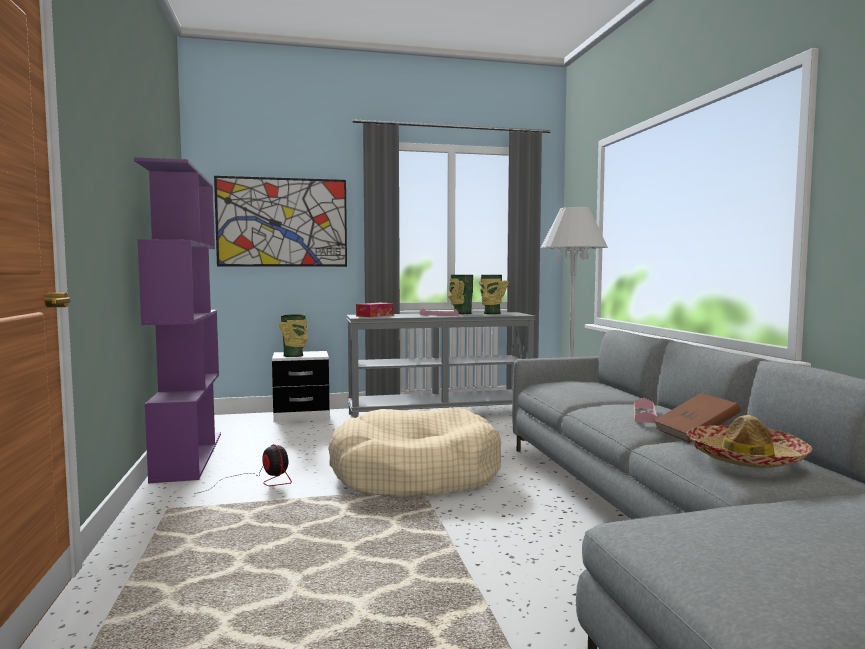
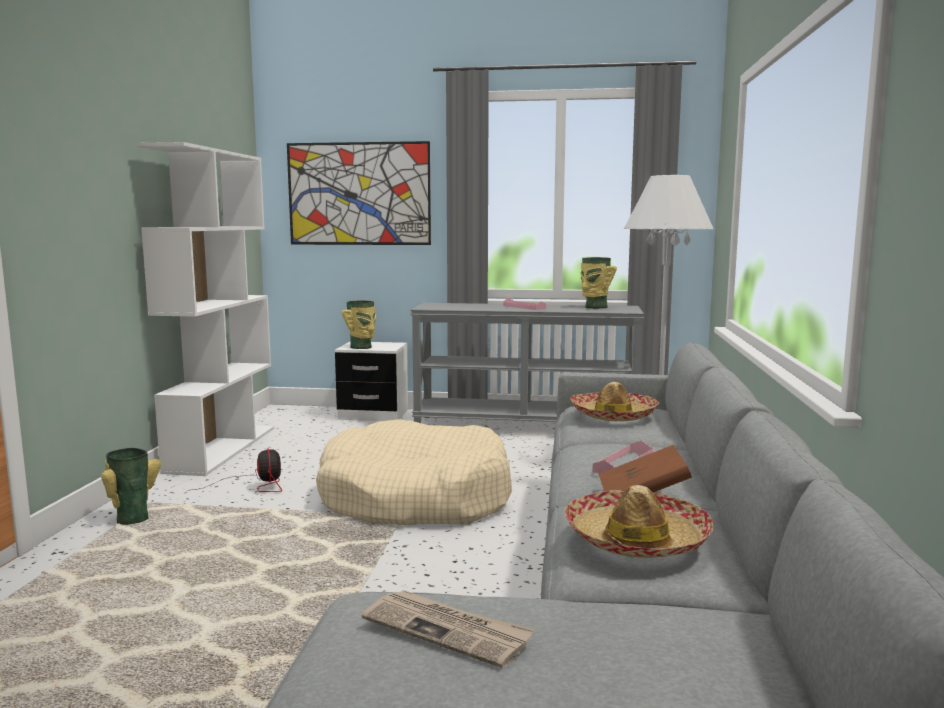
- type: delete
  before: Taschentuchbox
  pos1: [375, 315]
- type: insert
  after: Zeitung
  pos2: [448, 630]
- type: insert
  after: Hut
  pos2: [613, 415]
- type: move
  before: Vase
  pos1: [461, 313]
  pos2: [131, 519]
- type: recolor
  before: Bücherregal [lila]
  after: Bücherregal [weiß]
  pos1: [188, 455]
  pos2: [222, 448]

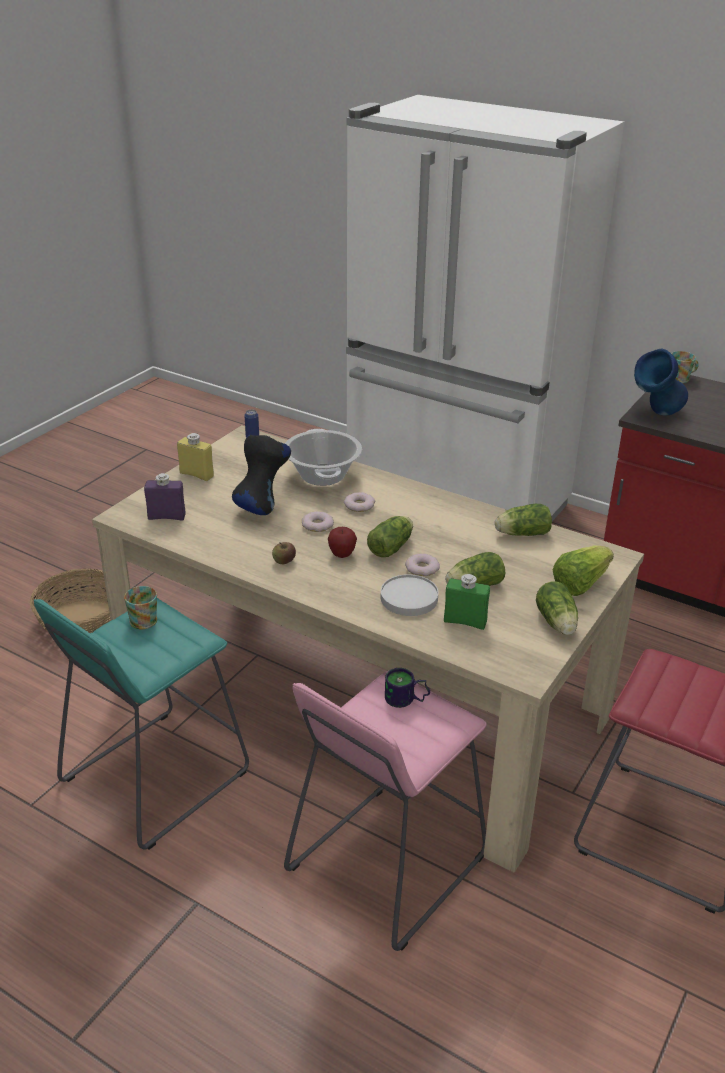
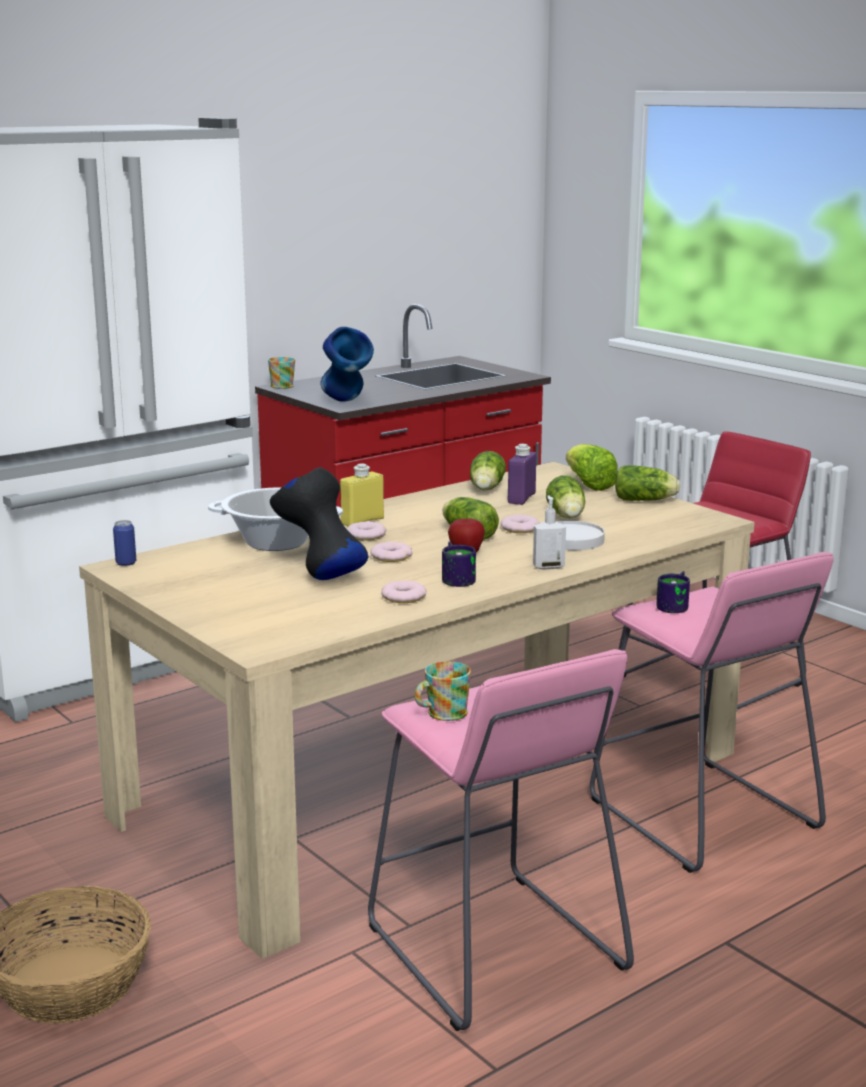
- type: delete
  before: Flasche [grün]
  pos1: [465, 621]
- type: insert
  after: Donut
  pos2: [403, 597]
- type: insert
  after: Seifenspender
  pos2: [548, 566]
- type: move
  before: Flasche [lila]
  pos1: [166, 517]
  pos2: [521, 498]
- type: move
  before: Flasche [gelb]
  pos1: [196, 474]
  pos2: [362, 521]
- type: replace
  before: Apfel
  after: Henkelbecher
  pos1: [284, 561]
  pos2: [457, 578]
- type: recolor
  before: Hocker [türkis]
  after: Hocker [rosa]
  pos1: [155, 777]
  pos2: [494, 949]

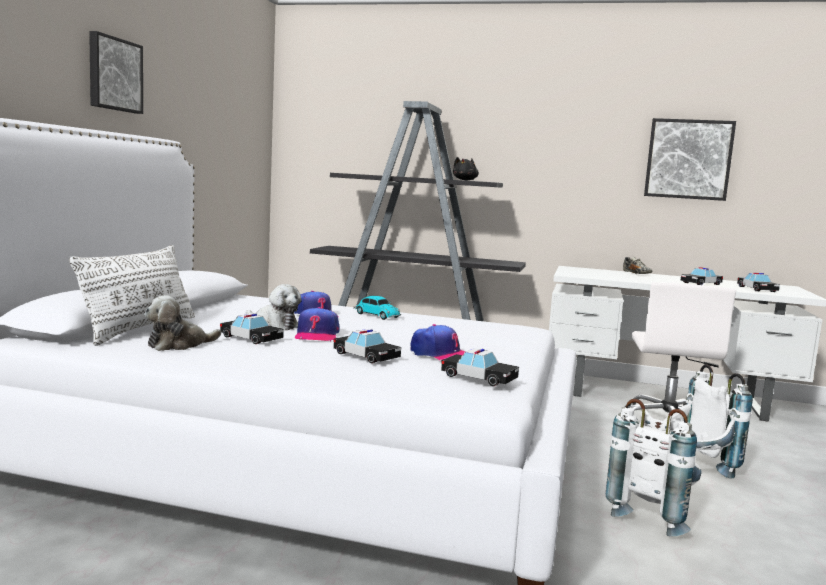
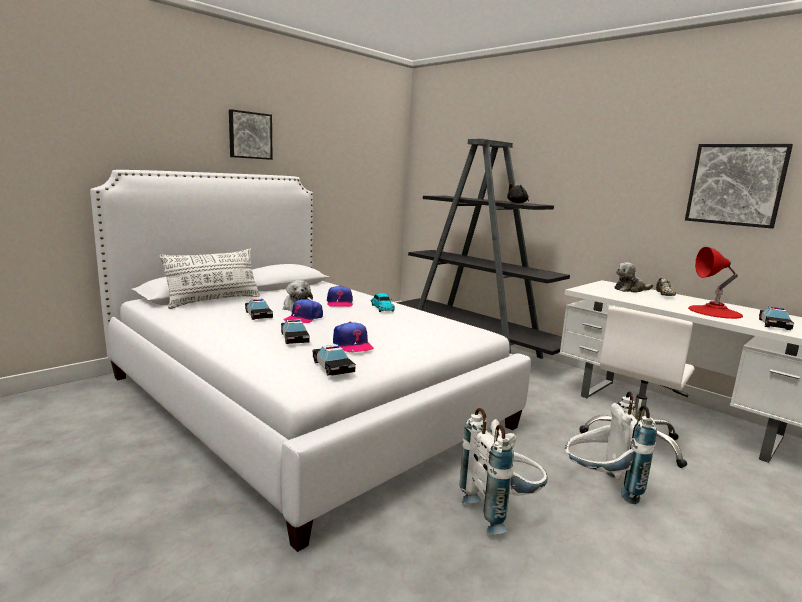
- type: move
  before: Plüschtier
  pos1: [179, 345]
  pos2: [630, 290]
- type: replace
  before: Spielzeugauto
  after: Tischlampe [rot]
  pos1: [701, 283]
  pos2: [714, 312]

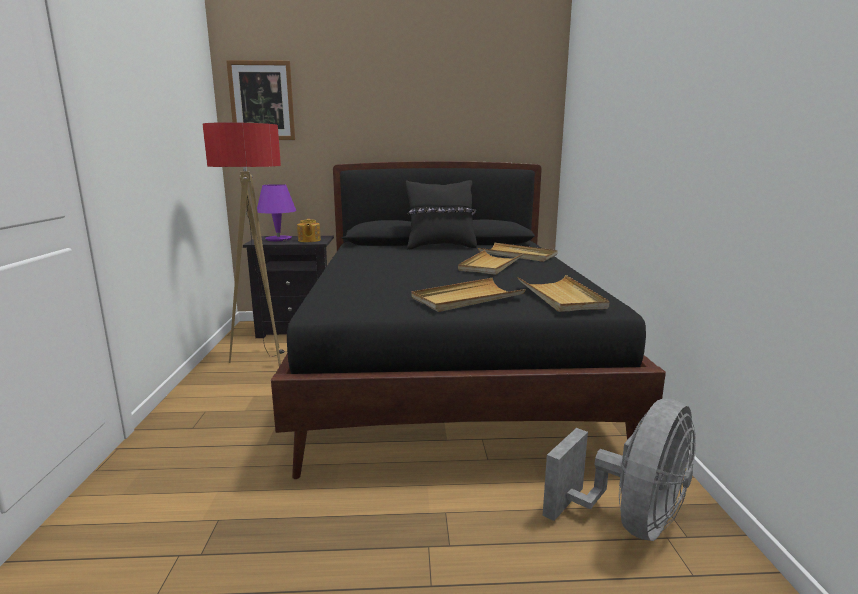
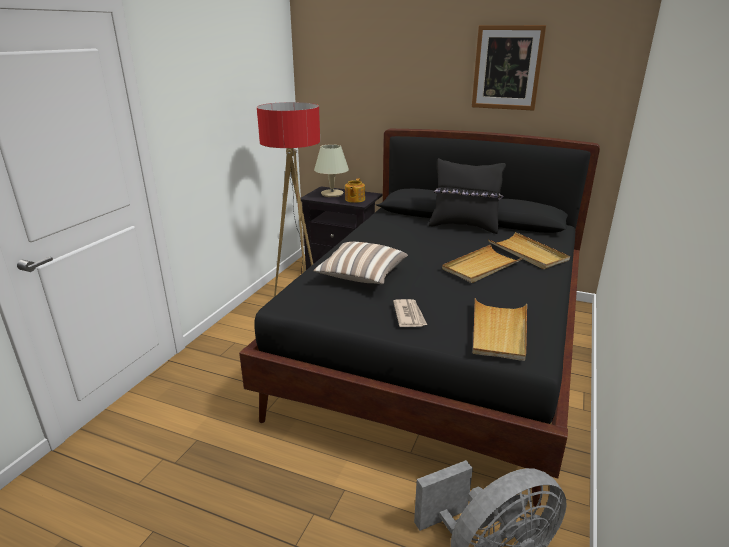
- type: insert
  after: Kissen
  pos2: [361, 276]
- type: move
  before: Bild
  pos1: [262, 101]
  pos2: [507, 68]
- type: replace
  before: Tablett [beige]
  after: Zeitung
  pos1: [467, 298]
  pos2: [409, 315]
- type: recolor
  before: Tischlampe [lila]
  after: Tischlampe [beige]
  pos1: [278, 239]
  pos2: [332, 194]

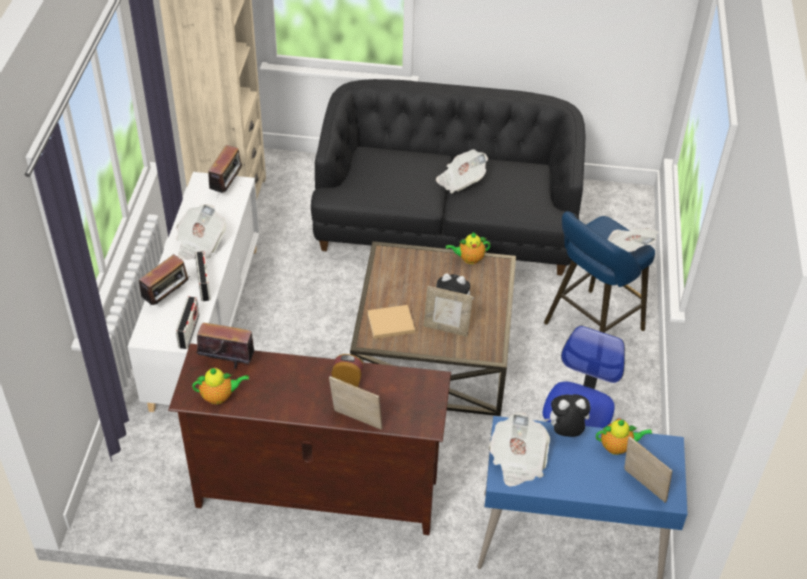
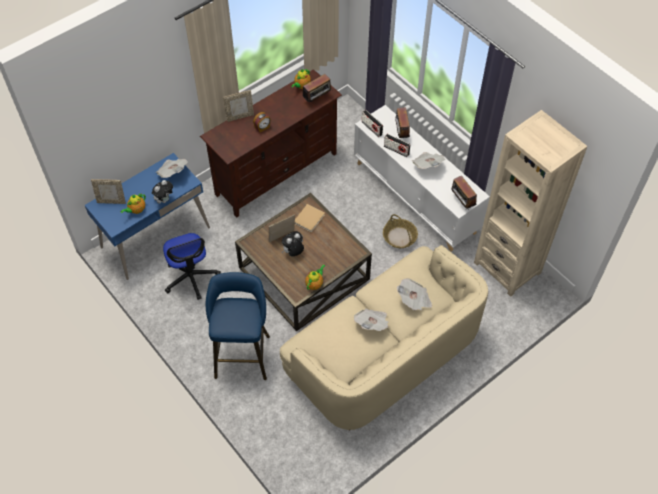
- type: insert
  after: Korb
  pos2: [399, 237]
- type: move
  before: Zeitung
  pos1: [627, 249]
  pos2: [414, 300]
- type: recolor
  before: Sofa [schwarz]
  after: Sofa [beige]
  pos1: [446, 225]
  pos2: [384, 354]

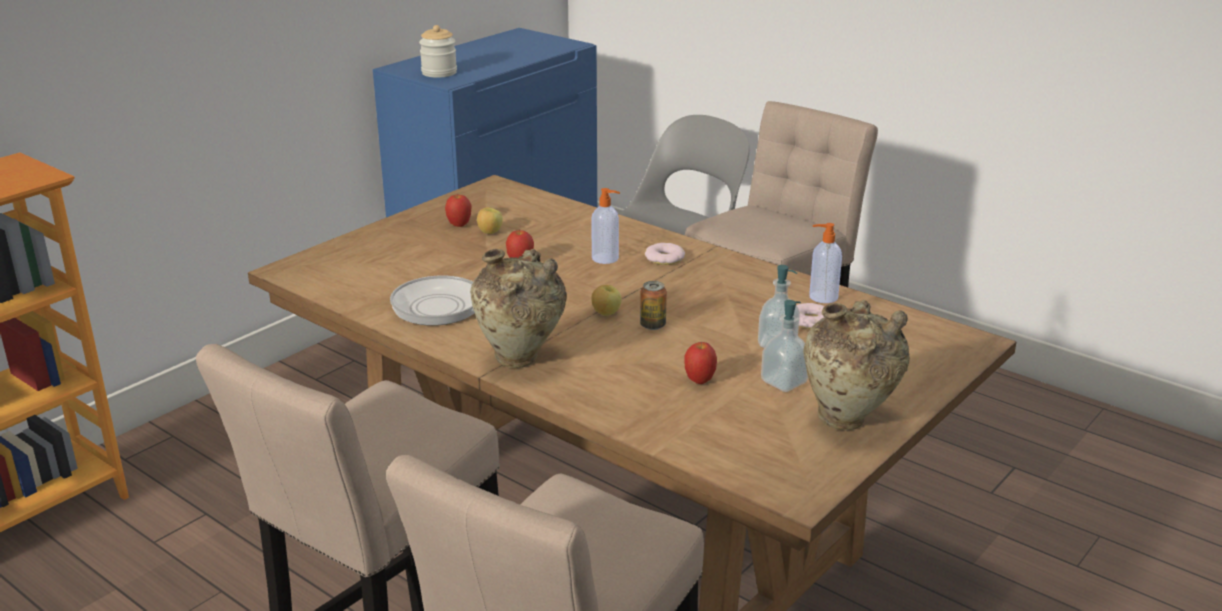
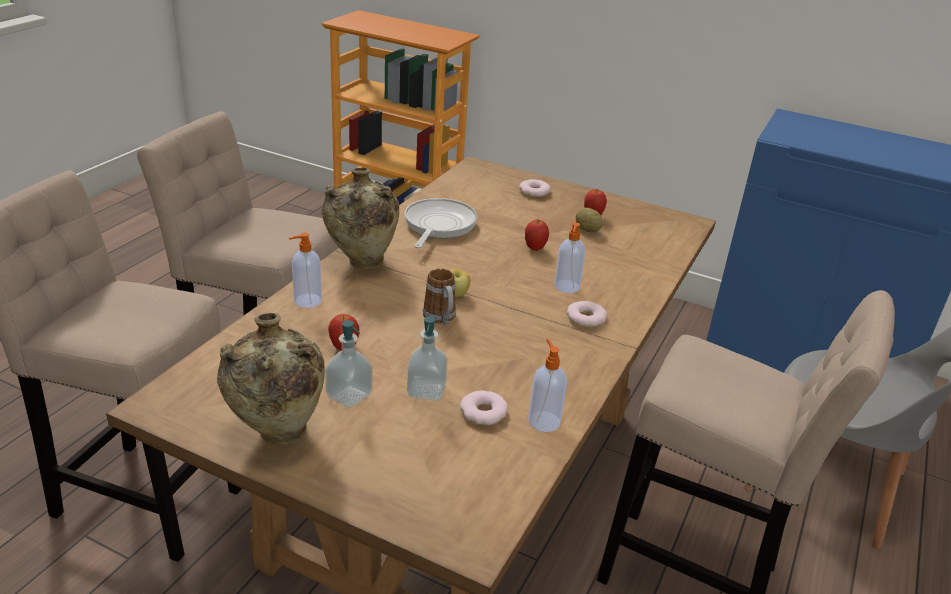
- type: delete
  before: Vorratsglas
  pos1: [439, 73]
- type: insert
  after: Seifenspender
  pos2: [306, 301]
- type: insert
  after: Donut
  pos2: [534, 192]
- type: replace
  before: Apfel
  after: Kartoffel
  pos1: [489, 232]
  pos2: [587, 230]
- type: replace
  before: Dose
  after: Henkelbecher
  pos1: [653, 325]
  pos2: [441, 319]

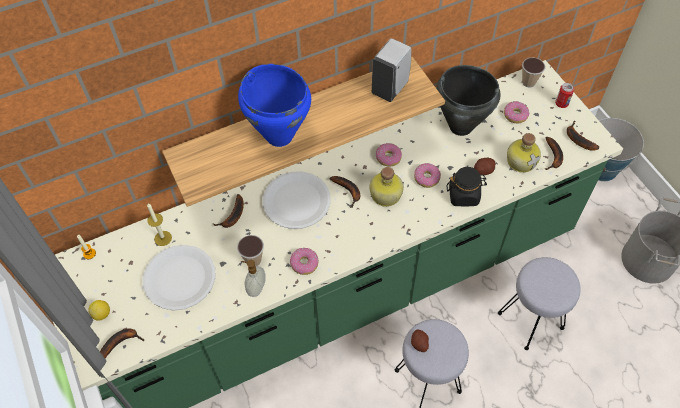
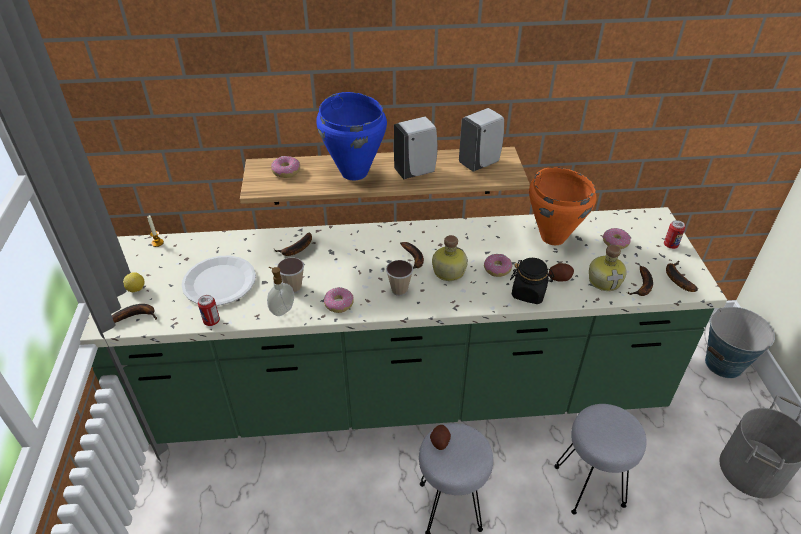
- type: delete
  before: Kerze
  pos1: [163, 238]
- type: delete
  before: Teller [weiß]
  pos1: [296, 201]
- type: insert
  after: Dose
  pos2: [211, 321]
- type: insert
  after: Seifenspender [weiß]
  pos2: [416, 172]
- type: move
  before: Donut
  pos1: [388, 157]
  pos2: [286, 171]
- type: move
  before: Tasse
  pos1: [528, 82]
  pos2: [399, 290]
- type: recolor
  before: Kochtopf [schwarz]
  after: Kochtopf [orange]
  pos1: [460, 126]
  pos2: [553, 237]

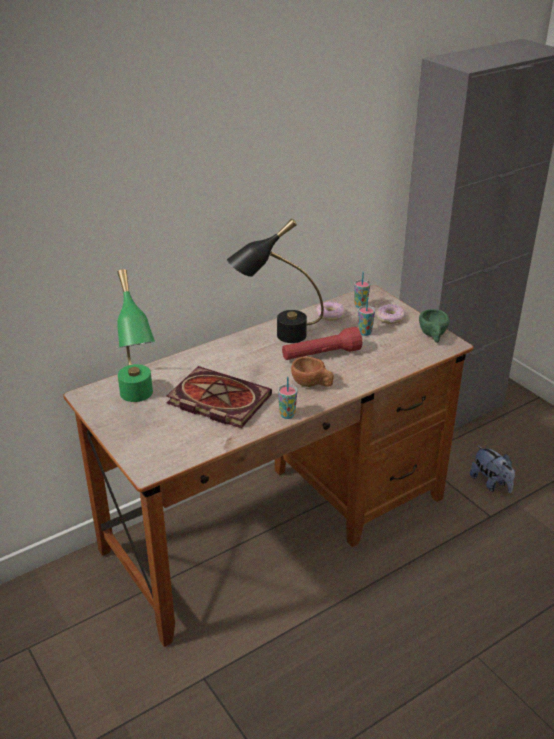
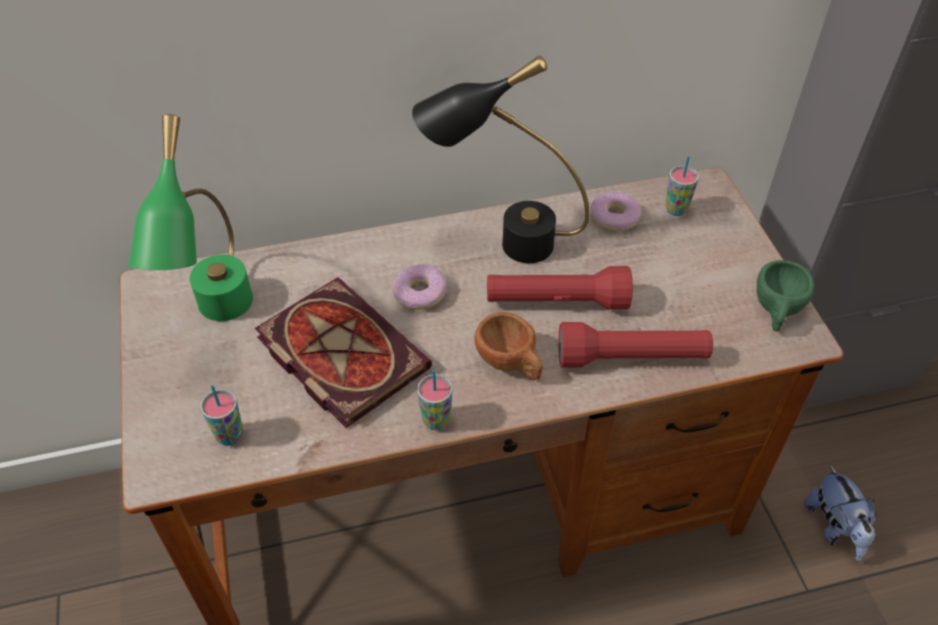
- type: insert
  after: Taschenlampe [rot]
  pos2: [632, 358]
- type: move
  before: Tasse
  pos1: [365, 333]
  pos2: [230, 436]
- type: move
  before: Donut
  pos1: [390, 318]
  pos2: [420, 293]

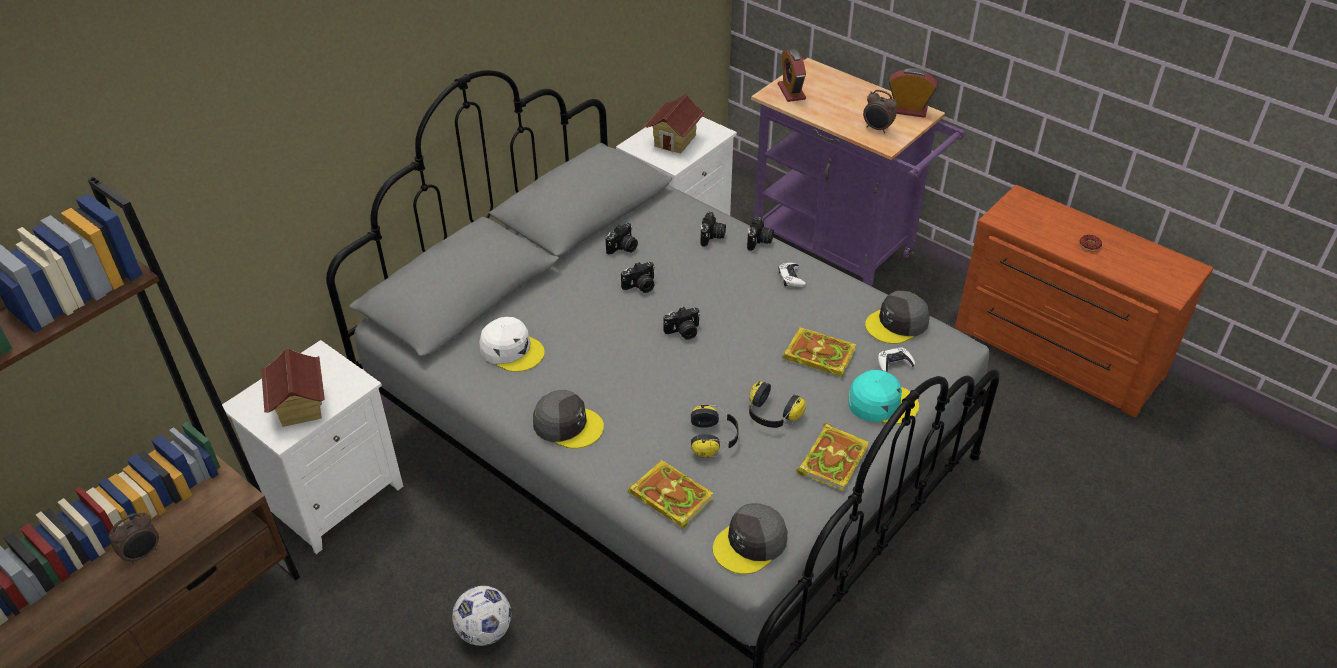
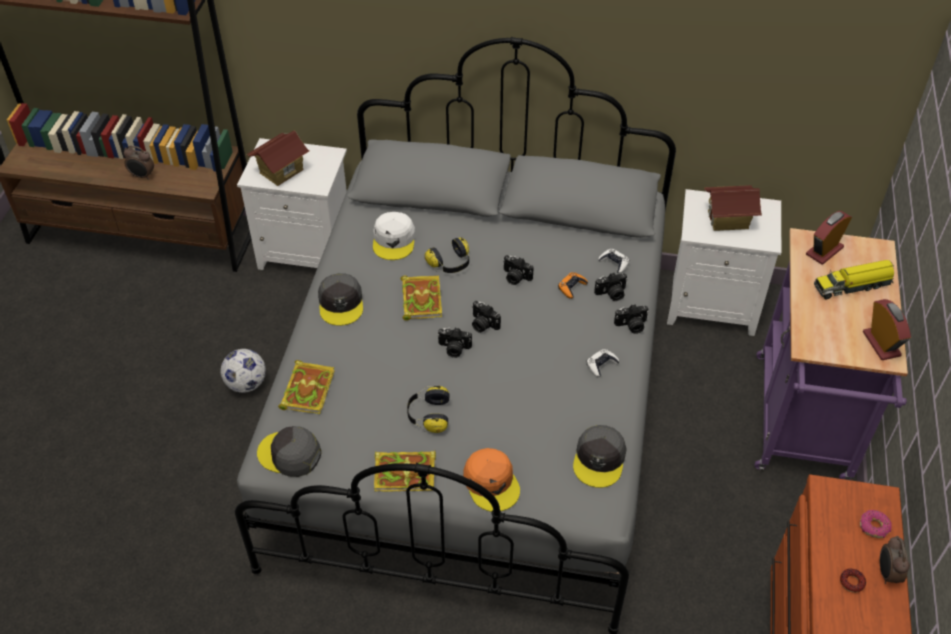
- type: insert
  after: Gamepad [orange]
  pos2: [572, 287]
- type: insert
  after: Spielzeuglaster
  pos2: [853, 285]
- type: insert
  after: Donut
  pos2: [874, 527]
- type: move
  before: Kamera
  pos1: [623, 248]
  pos2: [454, 349]
- type: move
  before: Kopfhörer
  pos1: [714, 439]
  pos2: [451, 264]
- type: move
  before: Buch
  pos1: [817, 355]
  pos2: [420, 298]
- type: move
  before: Wecker
  pos1: [877, 129]
  pos2: [886, 573]
- type: move
  before: Gamepad [weiß]
  pos1: [894, 363]
  pos2: [614, 263]
- type: recolor
  before: Kappe [türkis]
  after: Kappe [orange]
  pos1: [881, 403]
  pos2: [491, 483]
- type: rotate
  before: Kappe [grau]
  pos1: [897, 323]
  pos2: [599, 459]
  turn: -105

